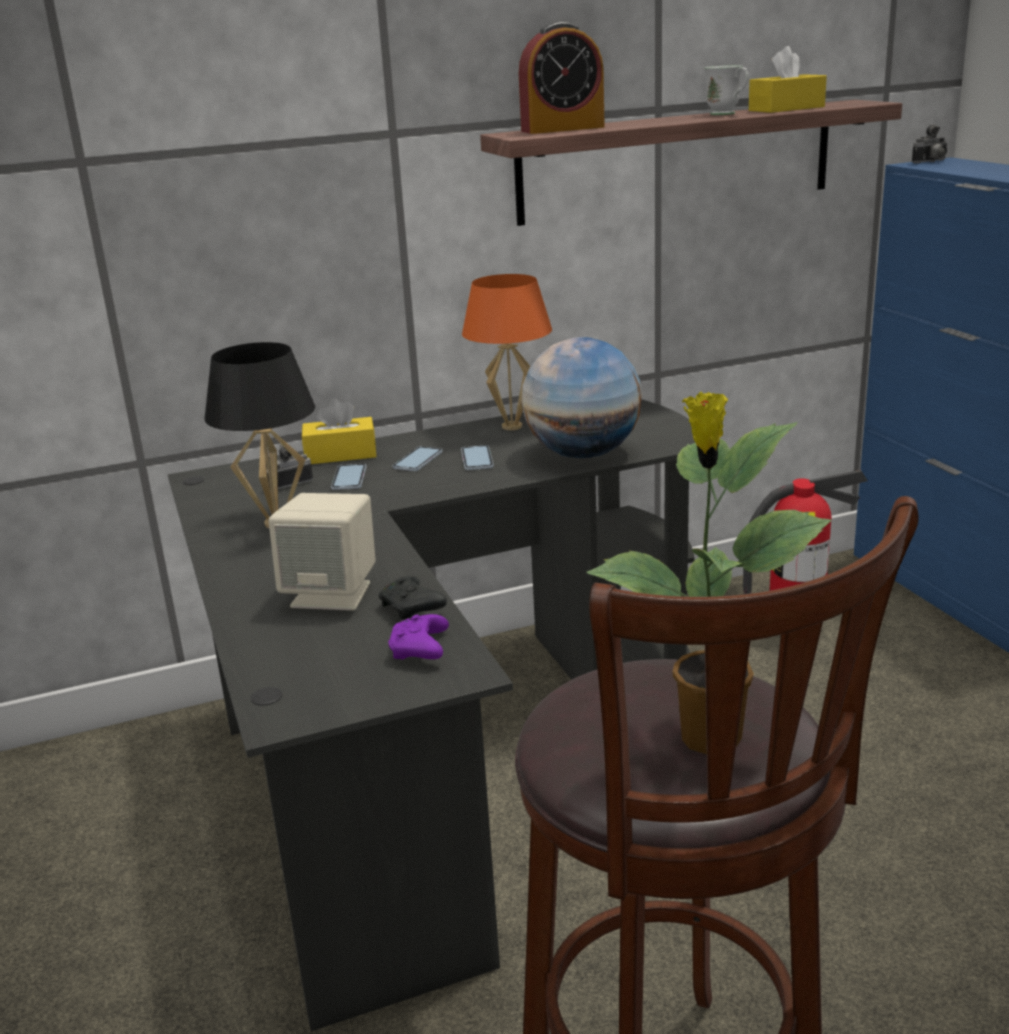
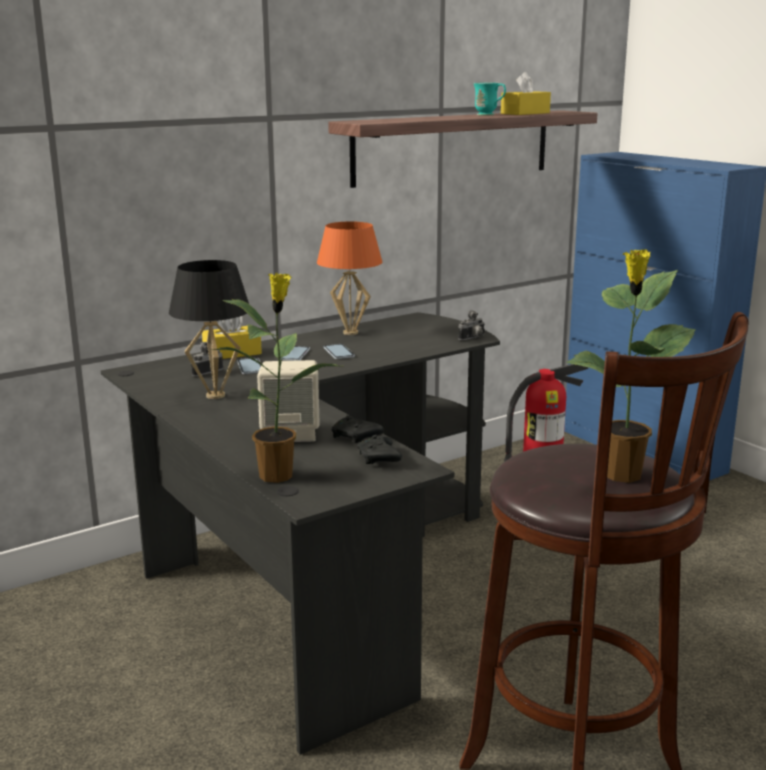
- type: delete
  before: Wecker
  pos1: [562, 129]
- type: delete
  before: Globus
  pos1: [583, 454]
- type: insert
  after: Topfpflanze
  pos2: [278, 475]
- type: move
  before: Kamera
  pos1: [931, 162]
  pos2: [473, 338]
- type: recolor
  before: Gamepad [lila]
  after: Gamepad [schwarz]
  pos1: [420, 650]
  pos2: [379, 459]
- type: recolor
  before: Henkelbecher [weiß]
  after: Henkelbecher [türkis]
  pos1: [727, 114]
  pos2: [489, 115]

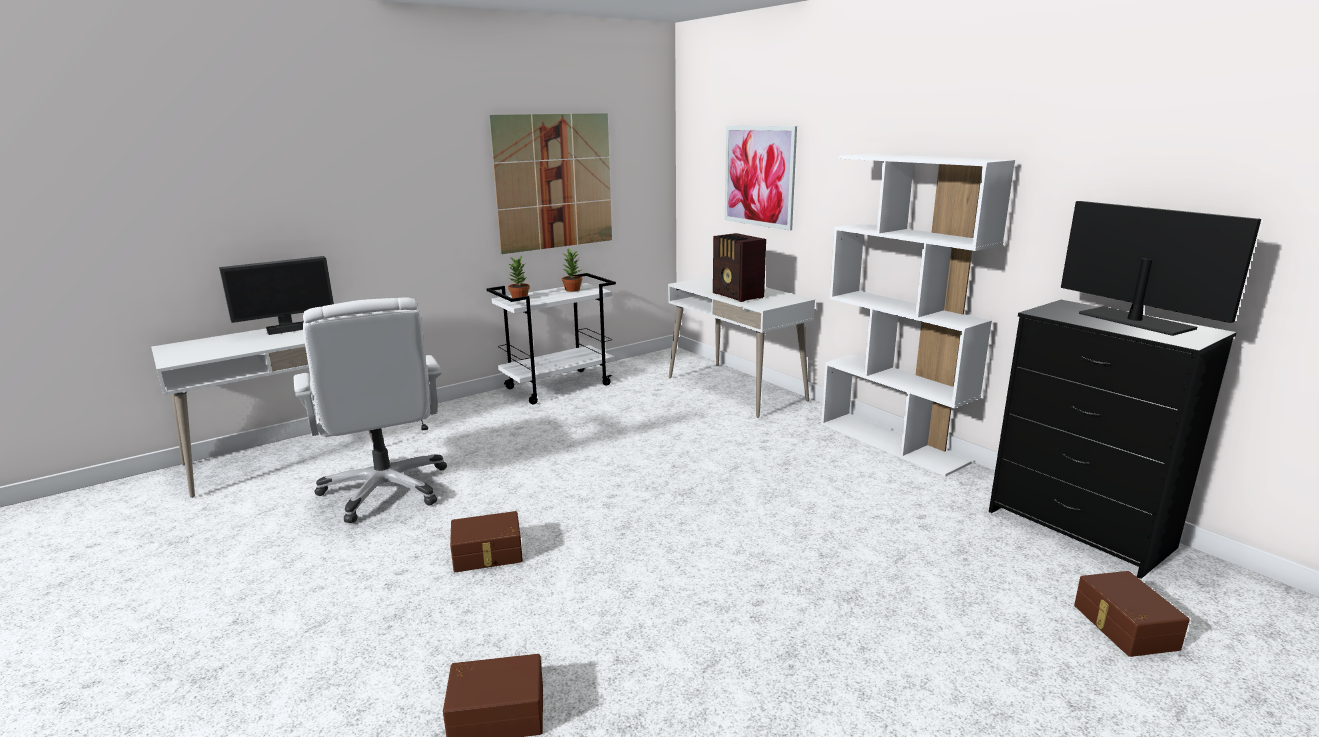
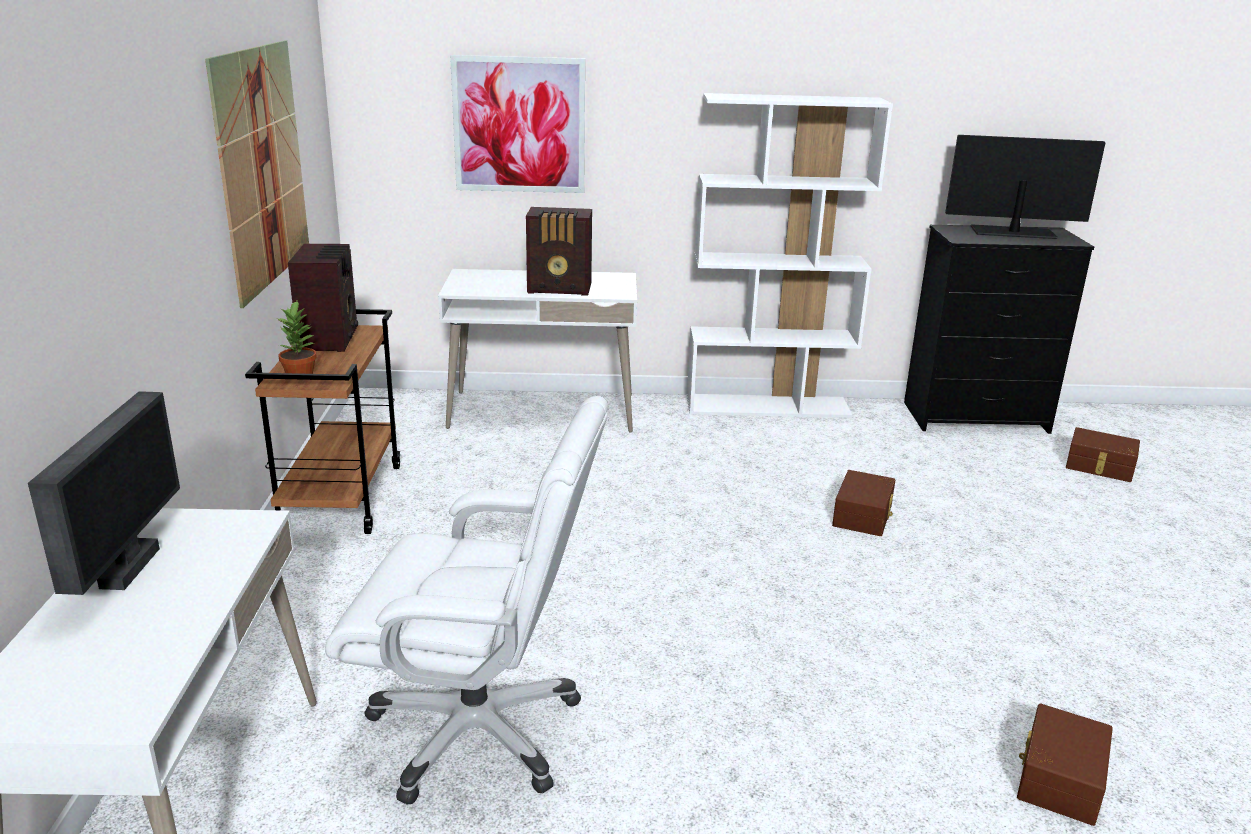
- type: move
  before: Aufbewahrungsbox [braun]
  pos1: [488, 554]
  pos2: [864, 516]
- type: replace
  before: Topfpflanze
  after: Radio
  pos1: [572, 290]
  pos2: [330, 339]
- type: recolor
  before: Rollwagen [weiß]
  after: Rollwagen [braun]
  pos1: [559, 386]
  pos2: [341, 497]

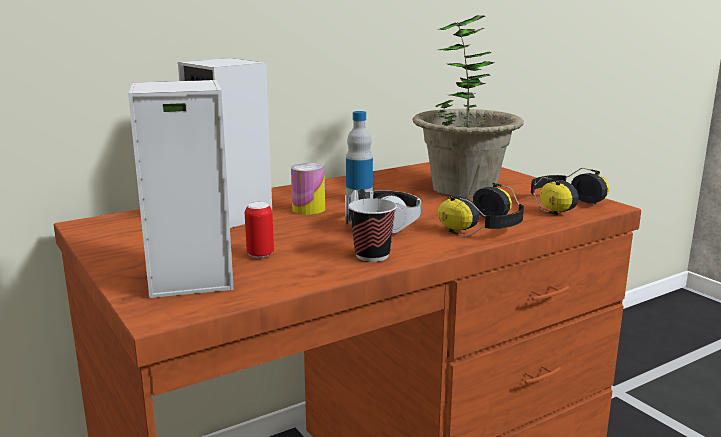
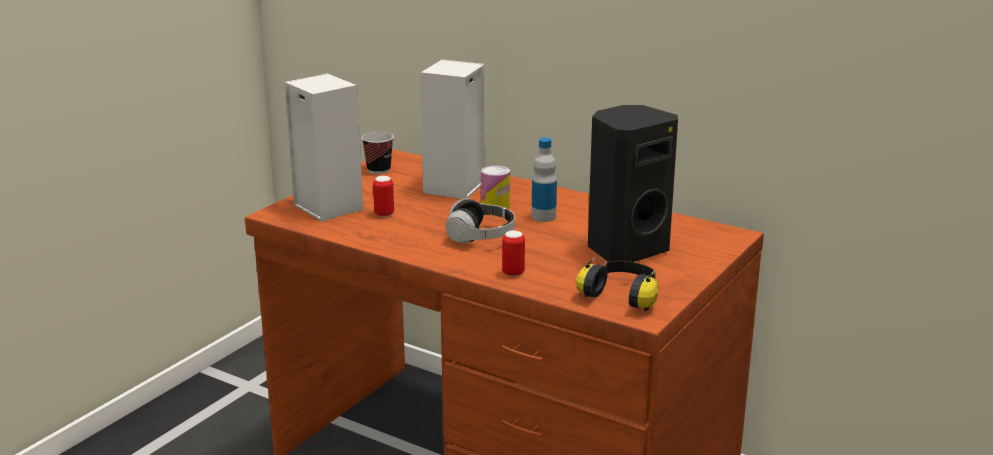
- type: move
  before: Tasse
  pos1: [372, 255]
  pos2: [379, 170]
- type: replace
  before: Topfpflanze
  after: Lautsprecher [schwarz]
  pos1: [464, 189]
  pos2: [625, 249]
- type: replace
  before: Kopfhörer
  after: Dose
  pos1: [486, 229]
  pos2: [513, 273]

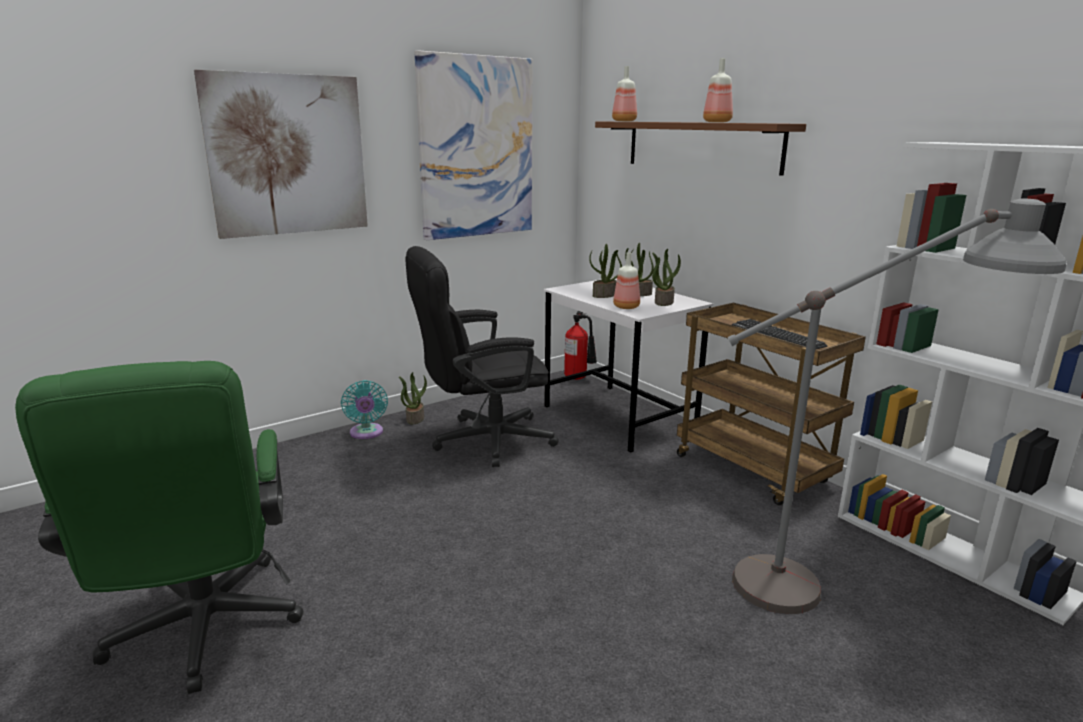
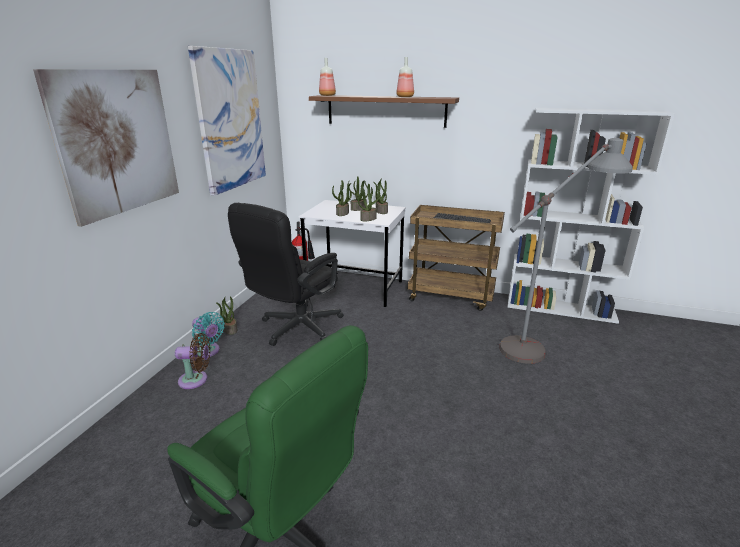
- type: insert
  after: Ventilator [braun]
  pos2: [196, 380]
- type: replace
  before: Flasche
  after: Topfpflanze
  pos1: [626, 307]
  pos2: [368, 218]

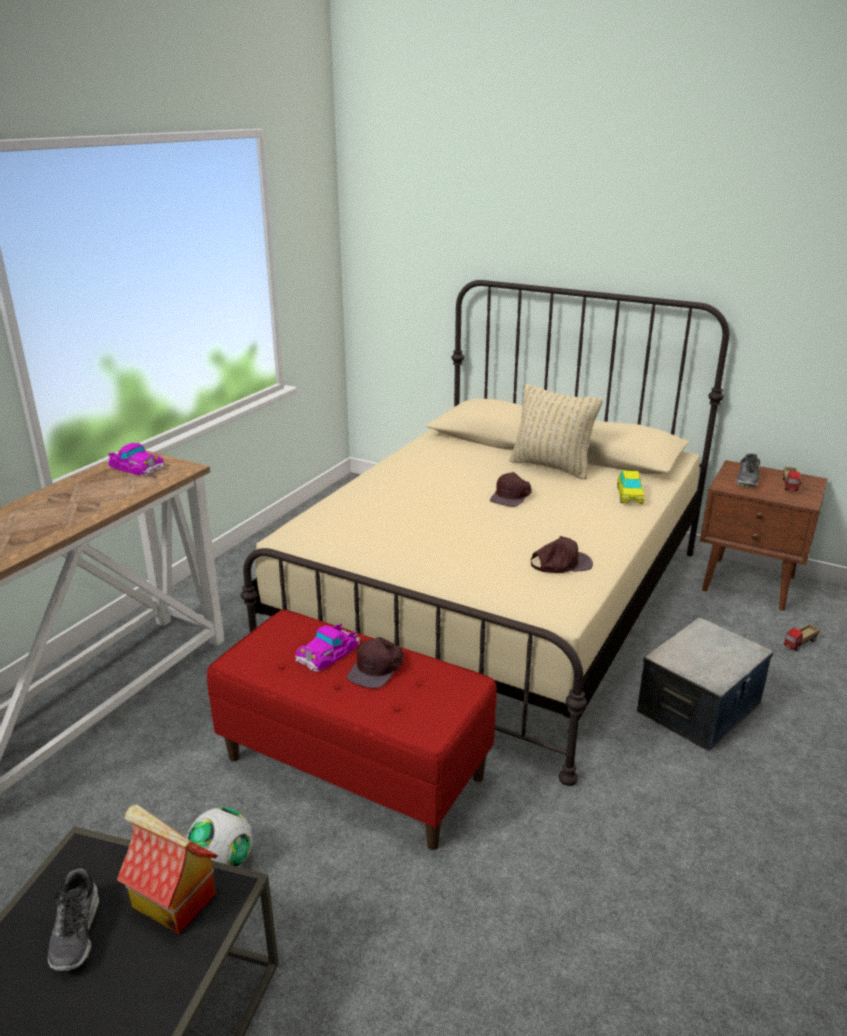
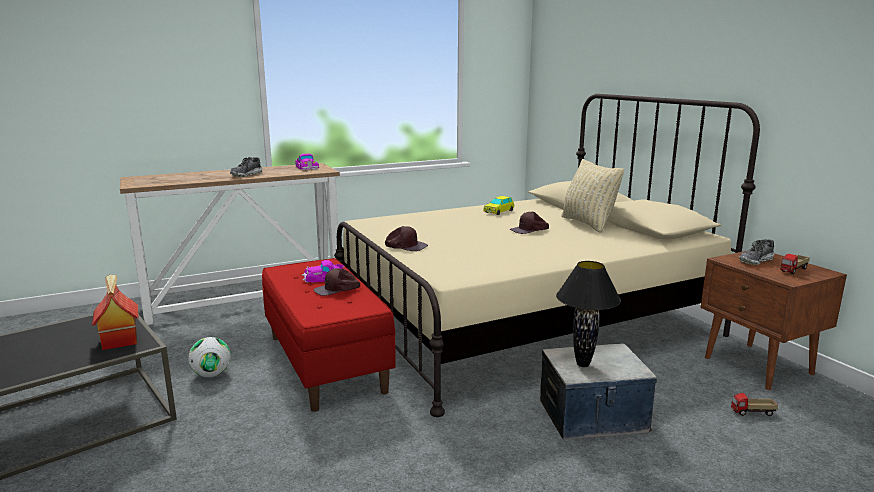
- type: insert
  after: Tischlampe [schwarz]
  pos2: [582, 365]
- type: move
  before: Schuh
  pos1: [76, 931]
  pos2: [246, 174]
- type: move
  before: Kappe [braun]
  pos1: [561, 563]
  pos2: [405, 246]
- type: move
  before: Spielzeugauto
  pos1: [629, 496]
  pos2: [498, 212]

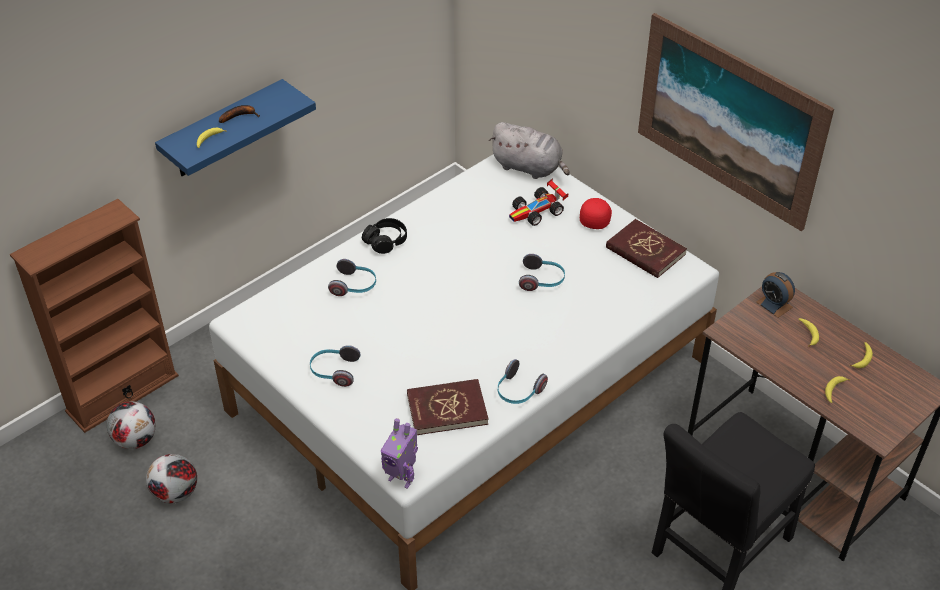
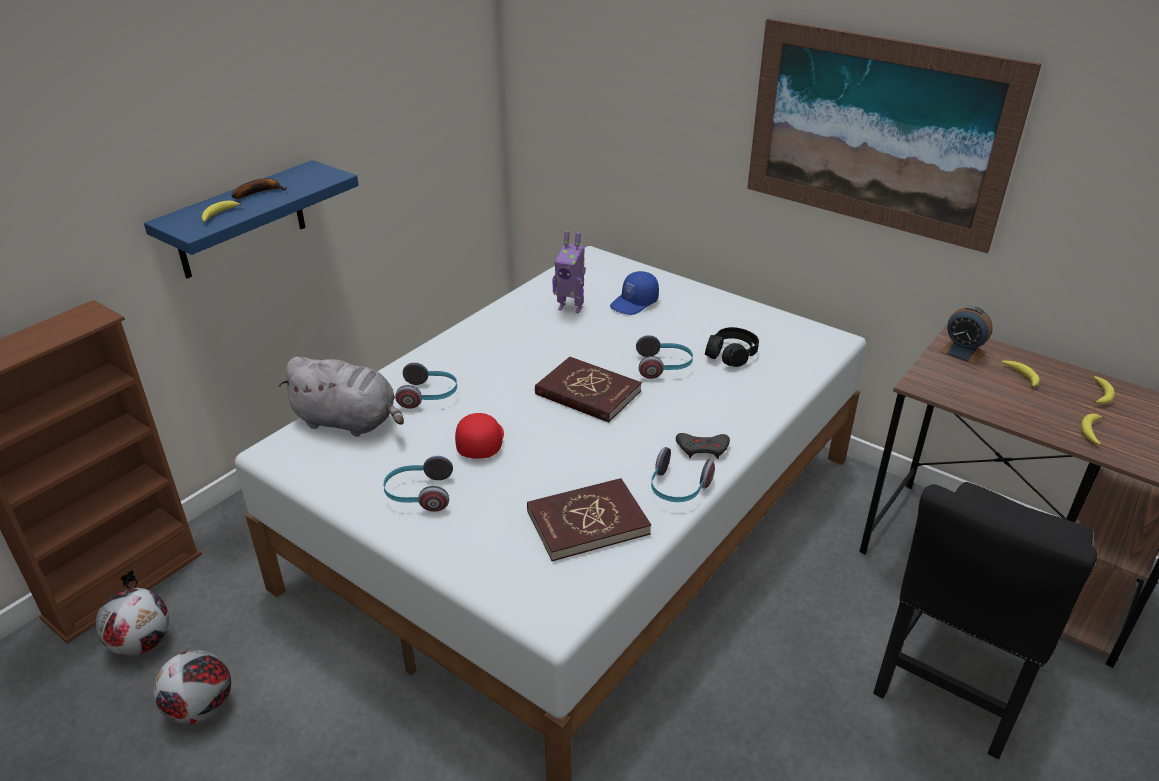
- type: insert
  after: Gamepad [grau]
  pos2: [702, 448]
- type: move
  before: Kopfhörer [schwarz]
  pos1: [385, 241]
  pos2: [731, 355]
- type: move
  before: Spielzeugroboter
  pos1: [402, 478]
  pos2: [570, 307]
- type: move
  before: Plüschtier [grau]
  pos1: [529, 167]
  pos2: [349, 422]
- type: move
  before: Kappe [rot]
  pos1: [595, 217]
  pos2: [480, 442]
- type: move
  before: Buch [rot]
  pos1: [645, 251]
  pos2: [587, 393]
- type: replace
  before: Spielzeugauto
  after: Kappe [blau]
  pos1: [537, 212]
  pos2: [634, 303]

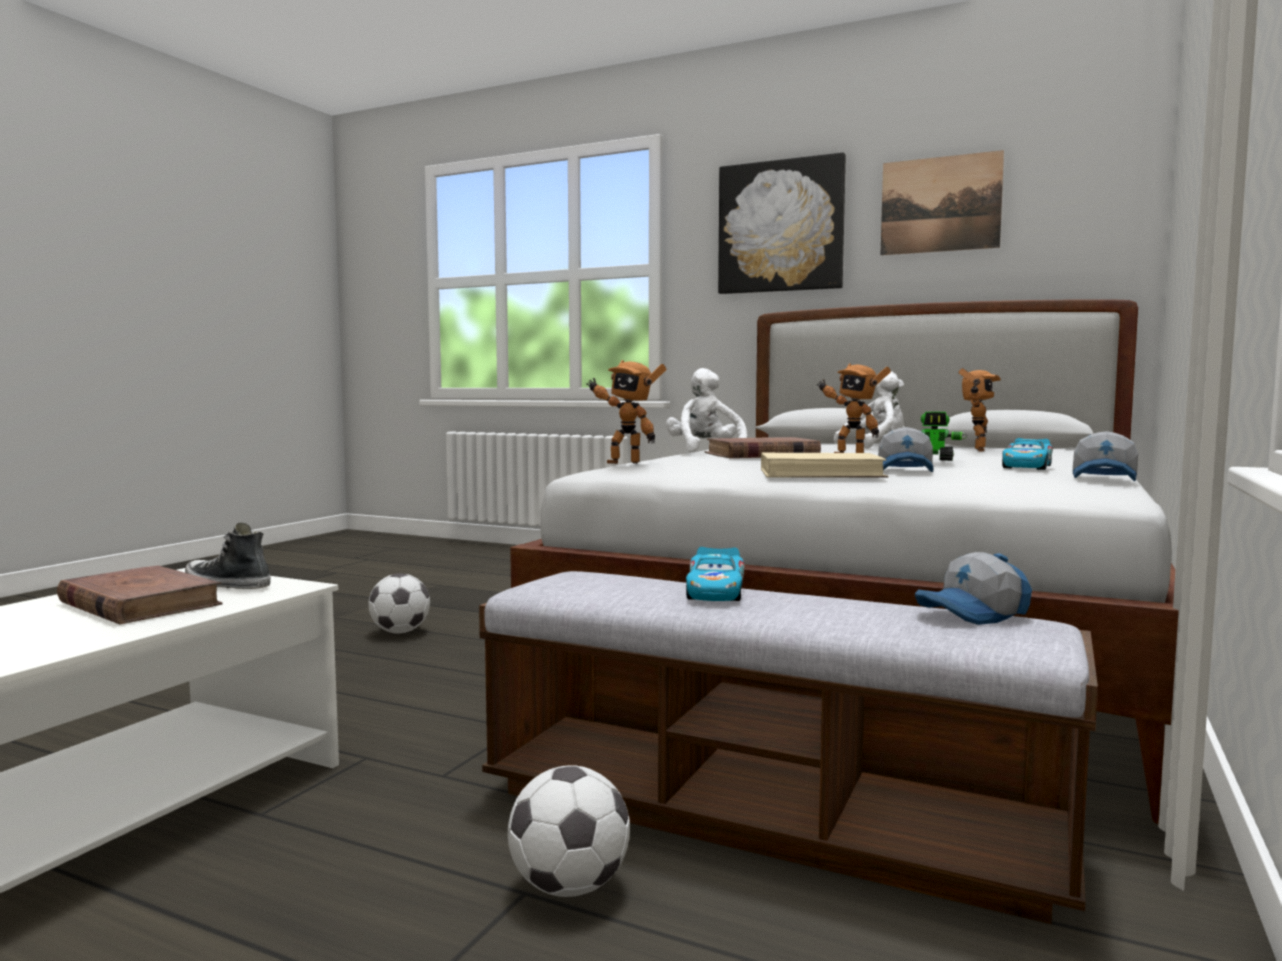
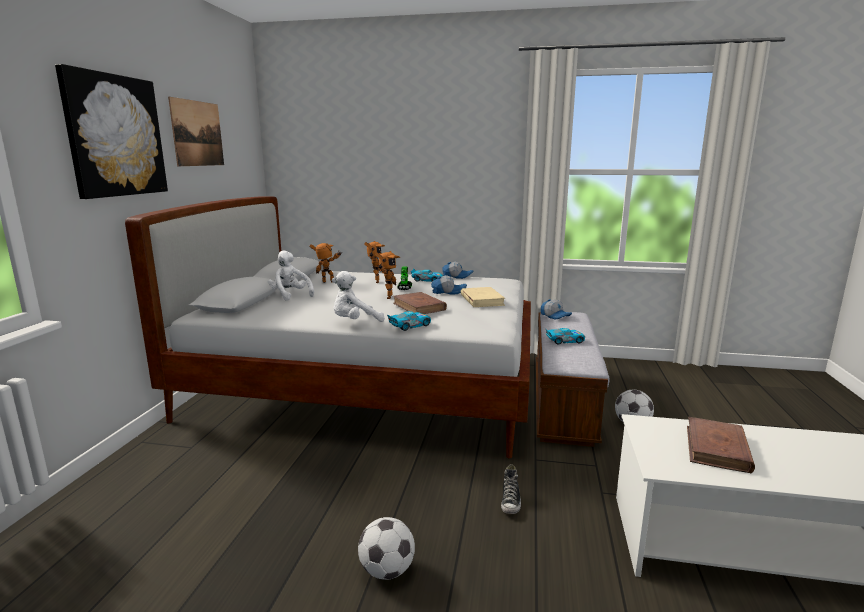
- type: insert
  after: Spielzeugauto
  pos2: [410, 326]
- type: move
  before: Schuh
  pos1: [226, 585]
  pos2: [510, 501]
- type: move
  before: Spielzeugroboter
  pos1: [624, 462]
  pos2: [375, 281]

